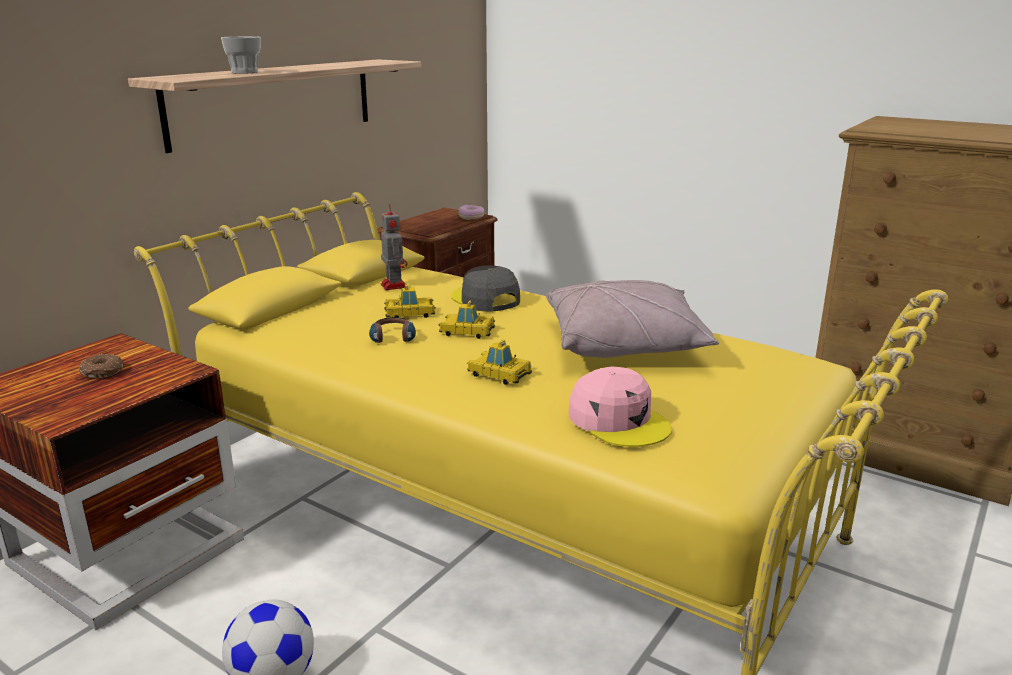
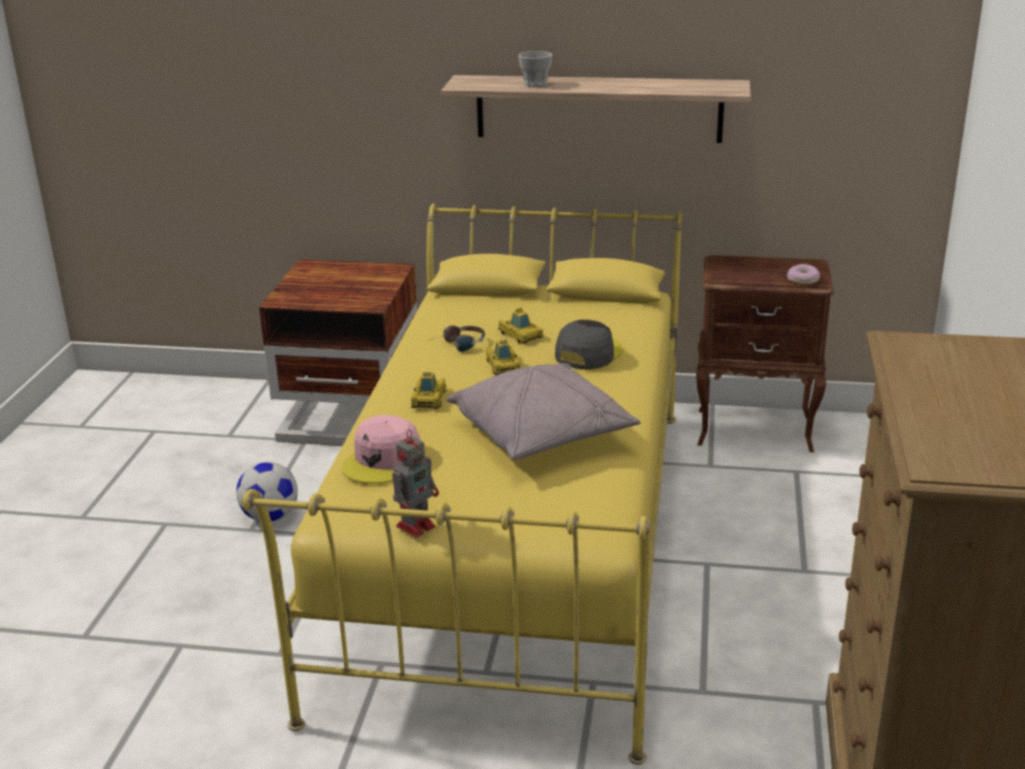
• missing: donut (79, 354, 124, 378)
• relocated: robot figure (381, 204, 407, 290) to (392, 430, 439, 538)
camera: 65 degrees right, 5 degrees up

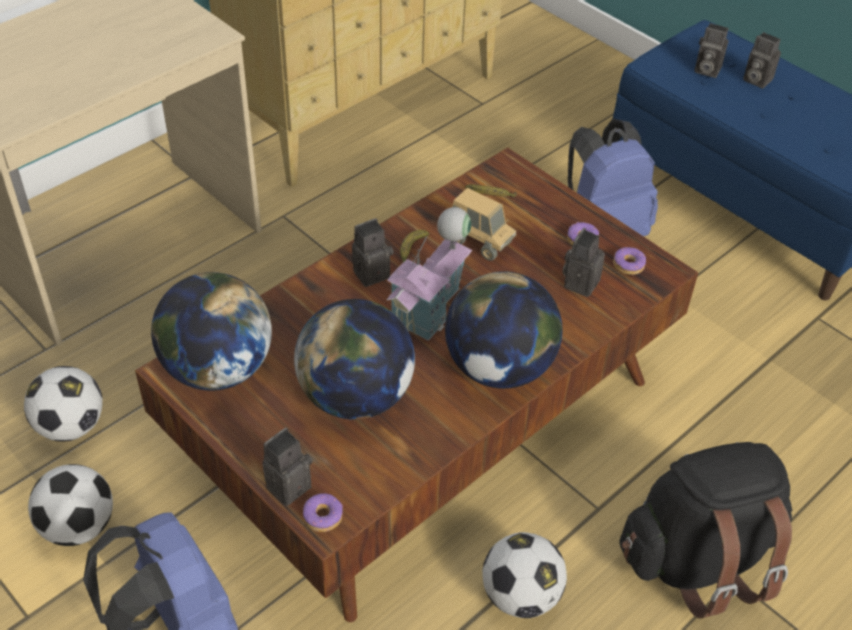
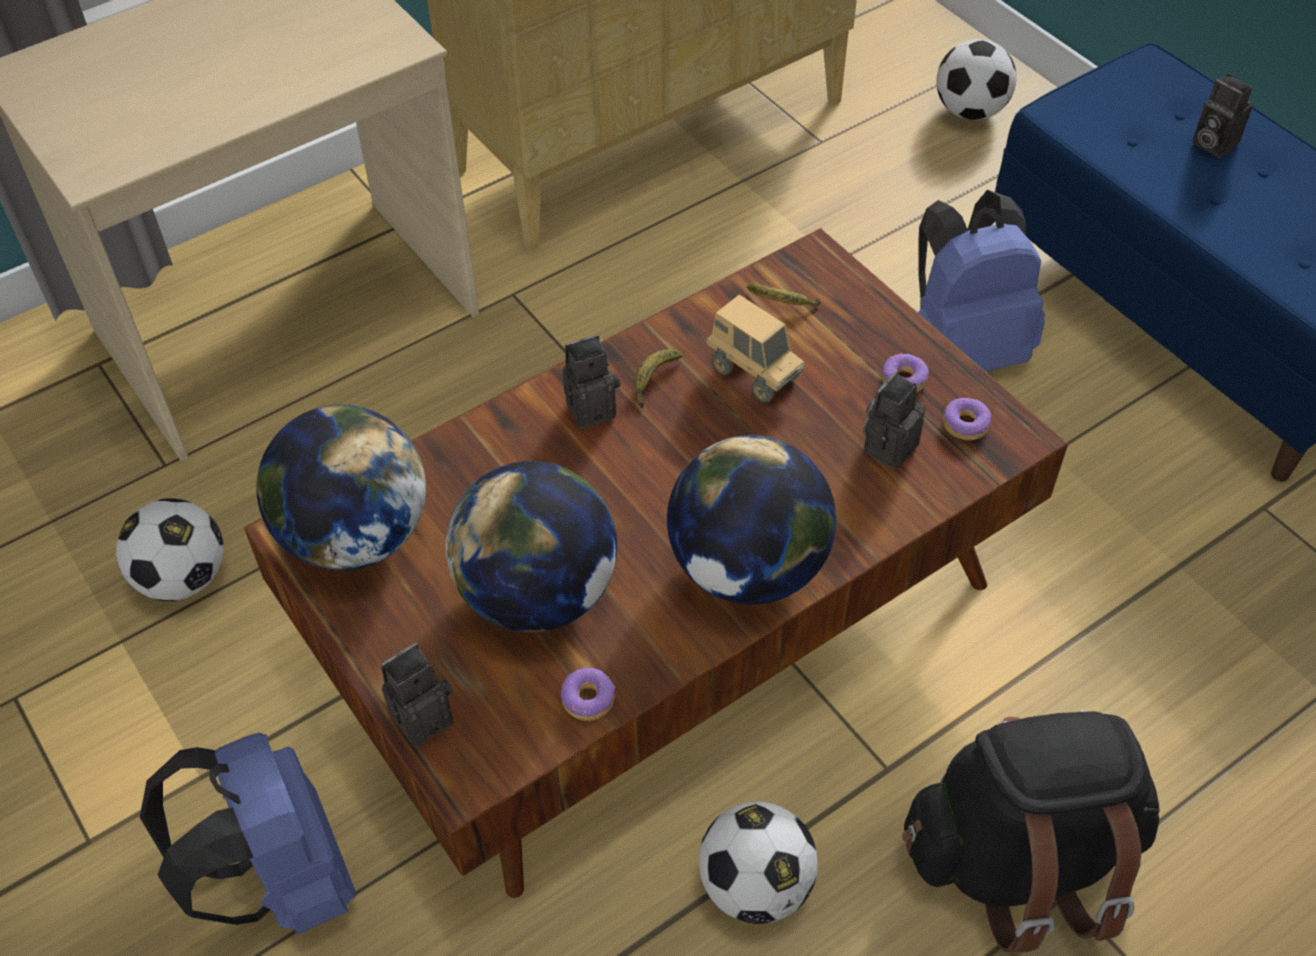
• missing: model house (387, 207, 472, 341)
• missing: photo camera (694, 23, 729, 78)
• relocated: football ball (28, 464, 113, 546) to (937, 39, 1017, 120)
• relocated: donut (303, 493, 343, 532) to (561, 668, 615, 721)
camera: 10 degrees right, 5 degrees up

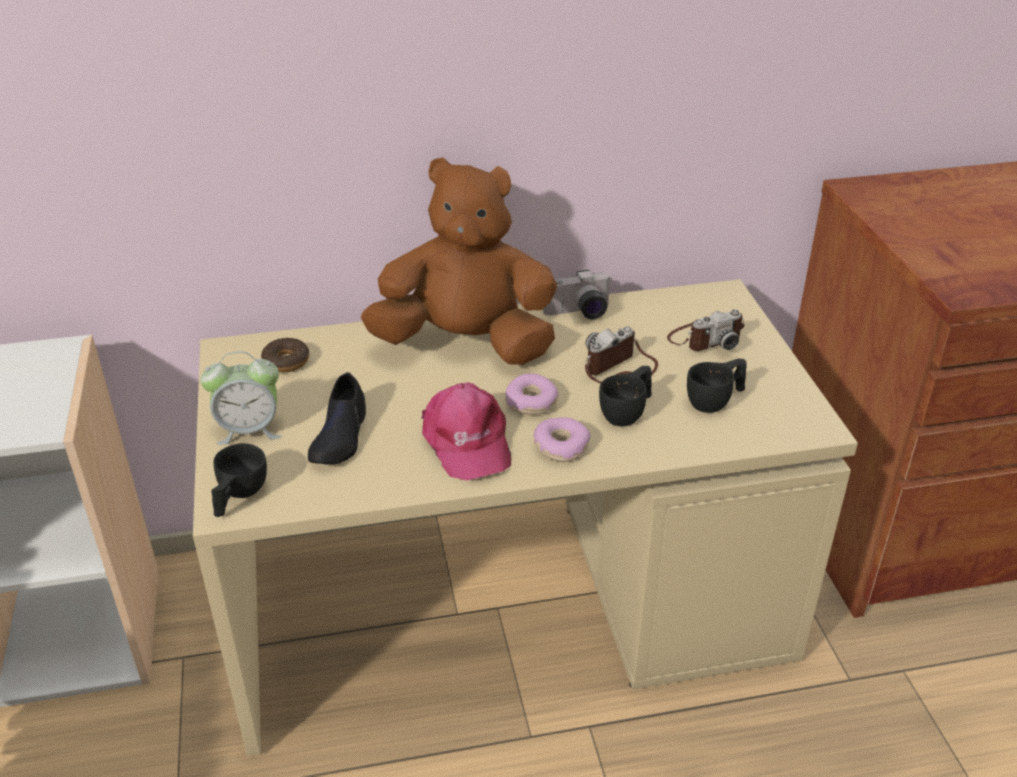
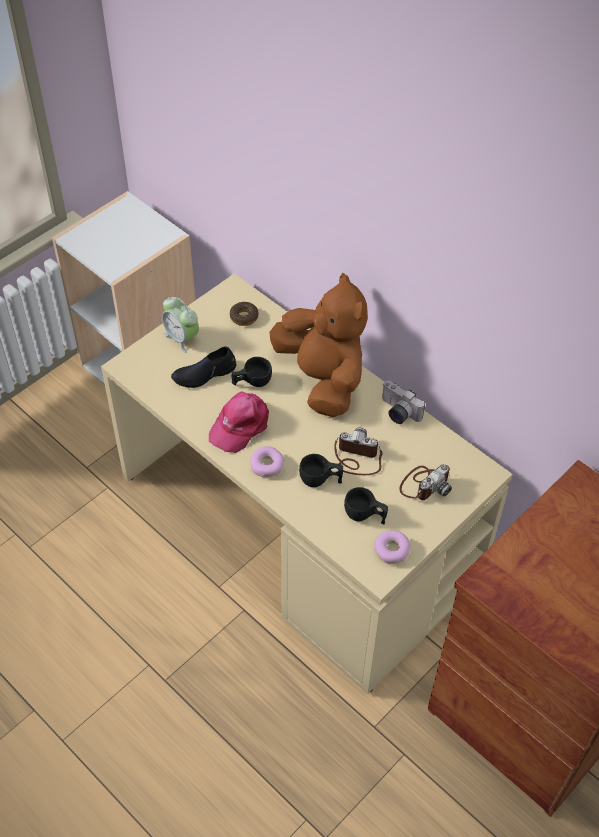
• relocated: black-coloured small cup (211, 443, 267, 517) to (232, 357, 272, 387)
• relocated: donut (505, 373, 559, 415) to (374, 531, 410, 564)
• spun: photo camera (667, 309, 745, 351) = (399, 464, 452, 500) 75 degrees counterclockwise
camera: 55 degrees right, 15 degrees up

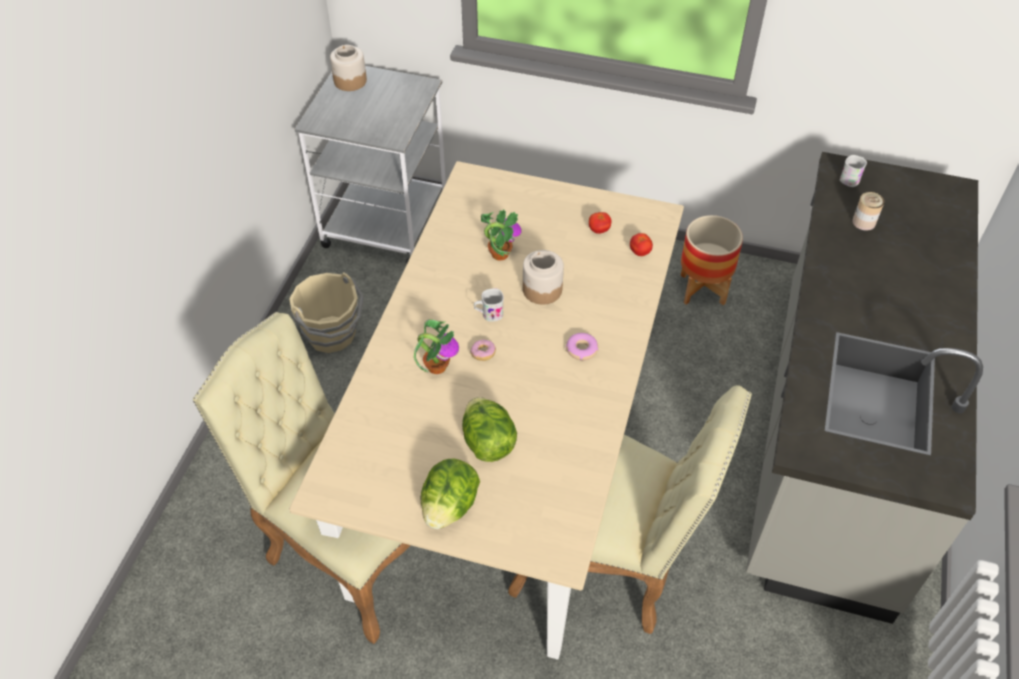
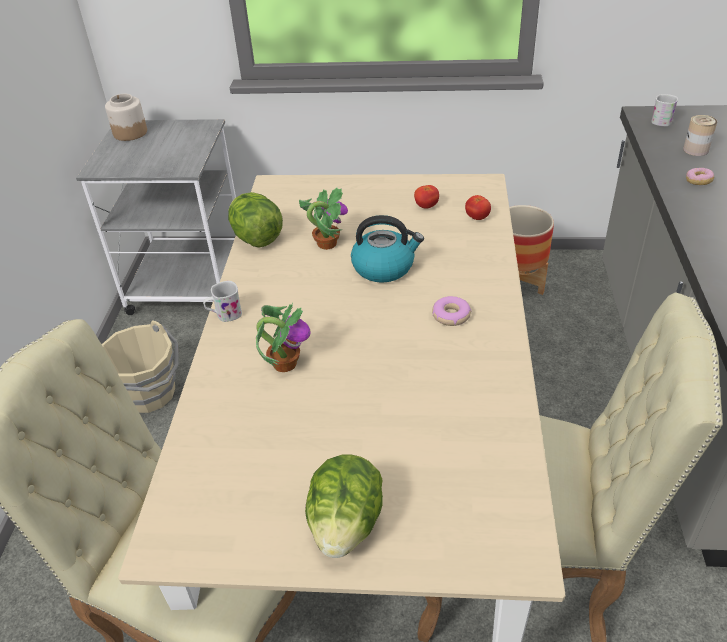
• relocated: head of lettuce (462, 397, 517, 462) to (228, 192, 283, 247)
• relocated: donut (471, 340, 496, 361) to (686, 168, 714, 185)
• relocated: white-coloured tea mug (474, 288, 504, 322) to (203, 281, 242, 322)
• exchanged: storage jar (523, 250, 564, 305) to tea kettle (351, 215, 424, 283)
camera: 10 degrees left, 10 degrees down

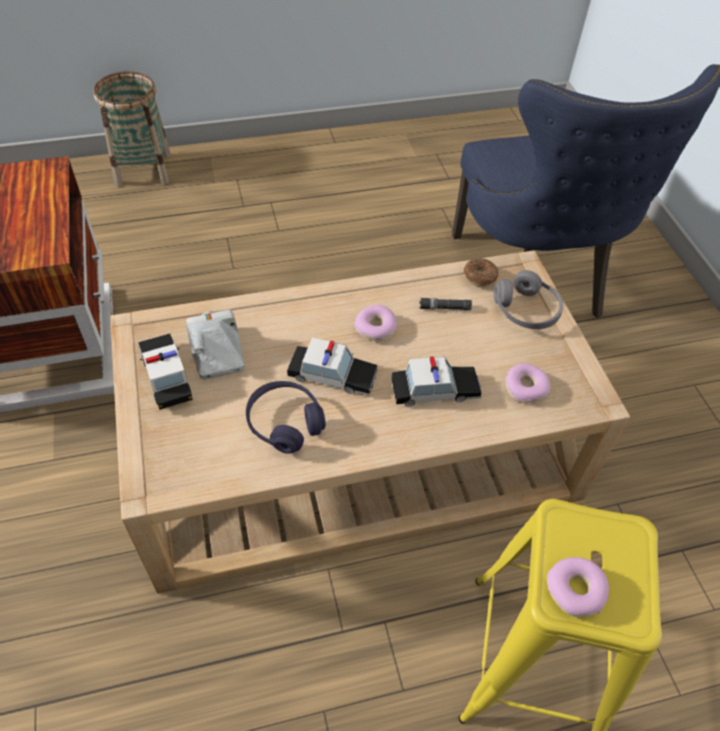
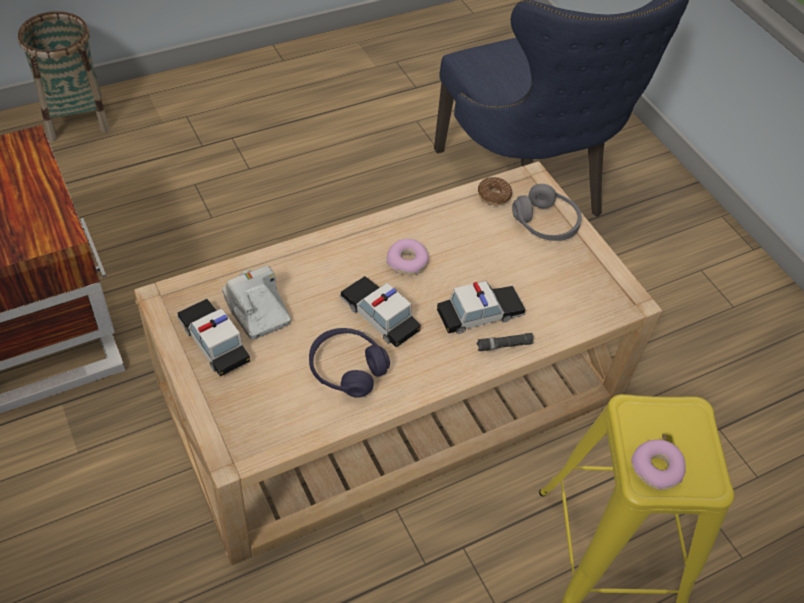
• missing: donut (505, 363, 550, 403)
• relocated: black-coloured hand torch (419, 298, 472, 310) to (477, 333, 534, 351)
• spun: toy car (287, 338, 378, 396) = (340, 276, 421, 347) 135 degrees counterclockwise
camera: 15 degrees left, 0 degrees up

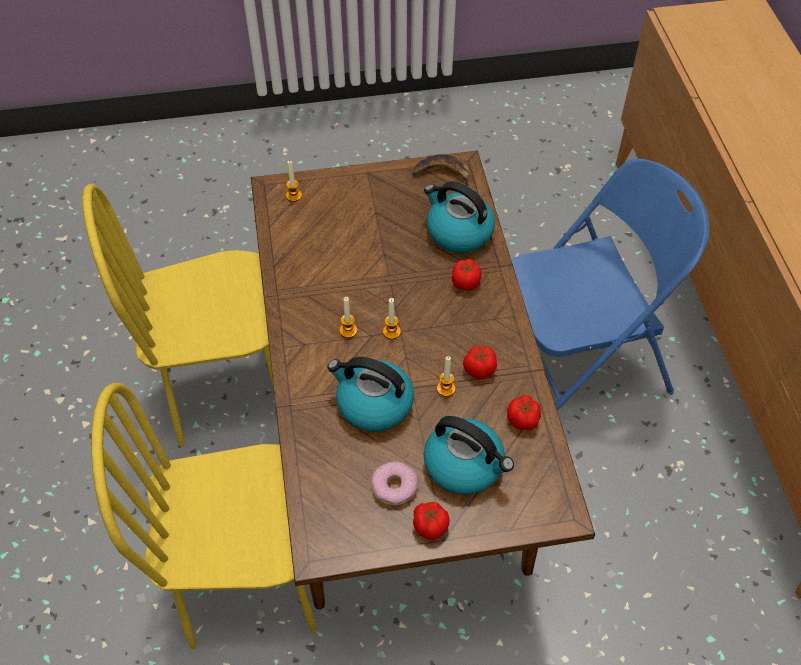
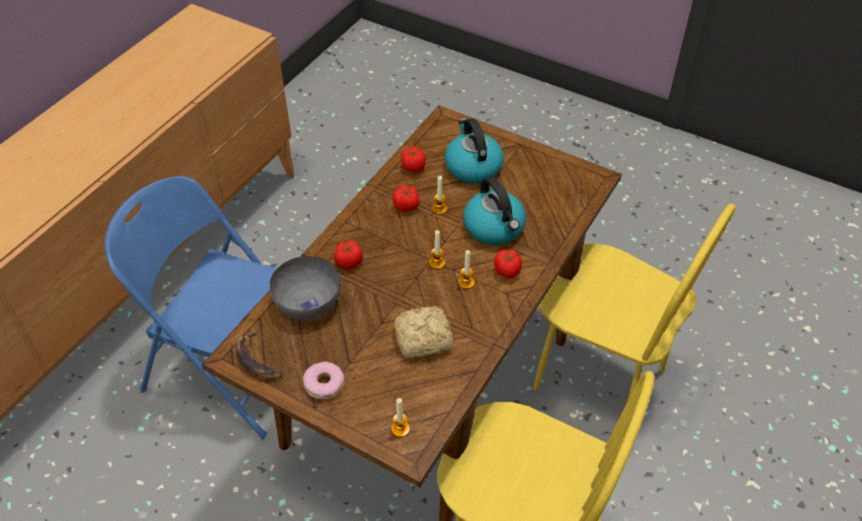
• appeared: baked bread (394, 306, 453, 358)
• relocated: donut (372, 461, 418, 506) to (303, 361, 345, 400)
• relocated: tomato (413, 502, 449, 540) to (494, 249, 522, 279)
• exchanged: tea kettle (424, 181, 495, 253) to gray serving bowl (269, 256, 340, 320)
camera: 140 degrees left, 5 degrees down

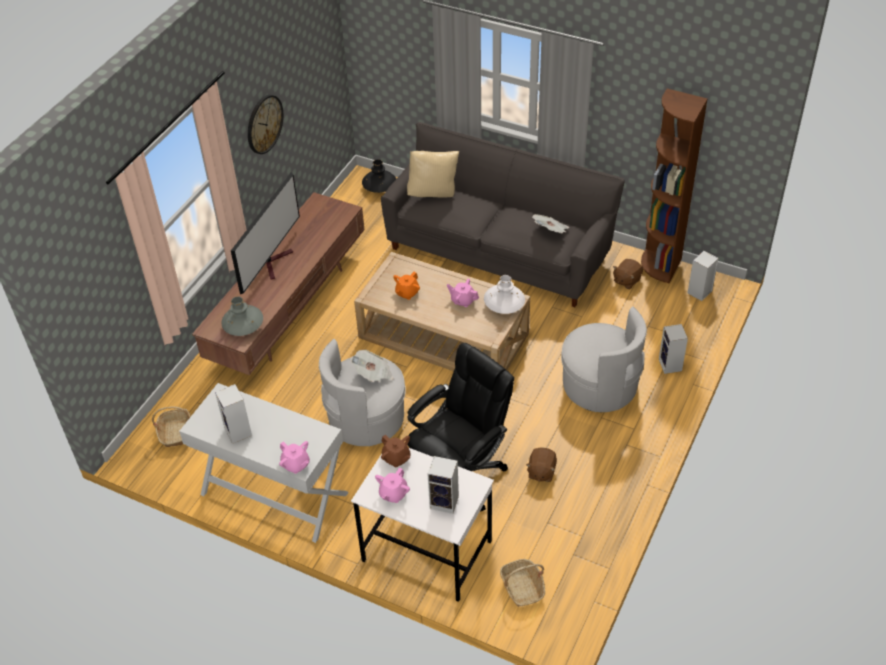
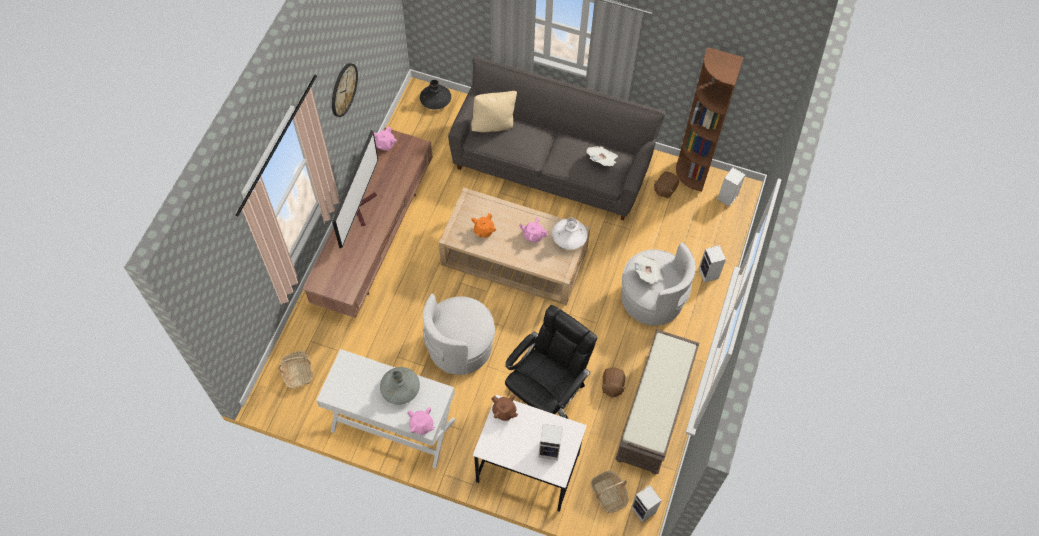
• appeared: brown-coloured bench (615, 329, 699, 474)
• relocated: speaker (215, 384, 252, 444) to (631, 485, 662, 523)
• relocated: gray vase (221, 296, 263, 336) to (380, 367, 420, 405)
• relocated: newspaper (351, 350, 393, 382) to (633, 254, 666, 284)
• relocated: pinkish pot for tea (375, 468, 410, 503) to (374, 126, 397, 151)
camera: 10 degrees left, 15 degrees up

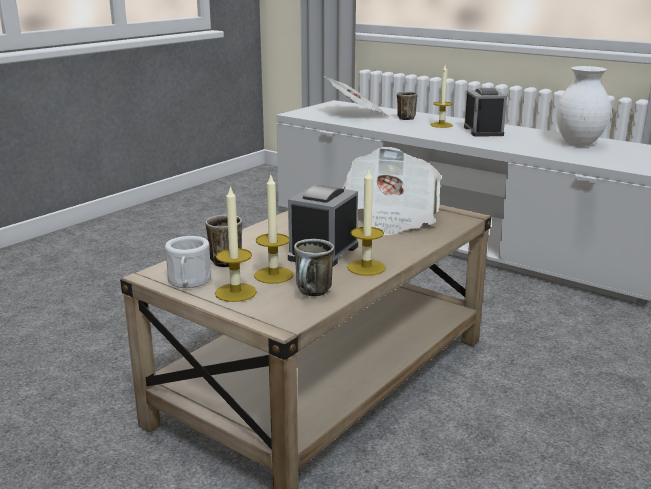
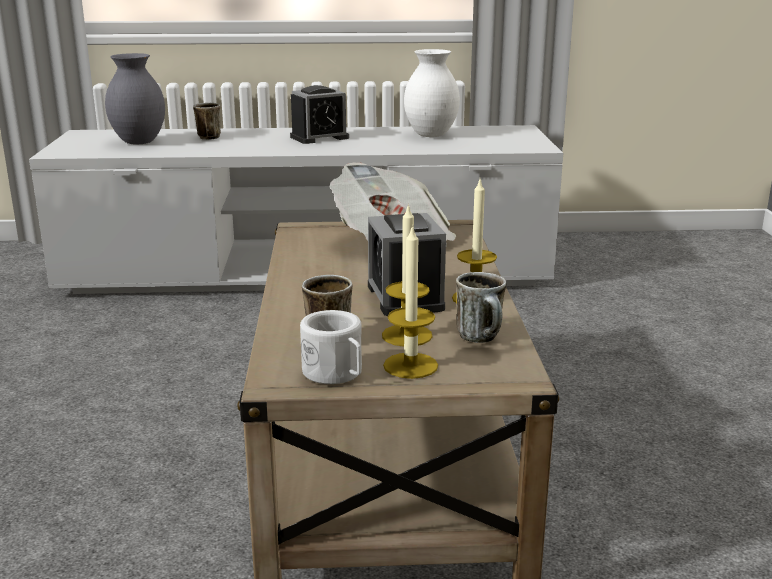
• missing: wax candle (430, 65, 453, 128)
• exchanged: newspaper (323, 76, 389, 116) to gray vase (105, 53, 165, 144)
• spun: table clock (464, 88, 507, 137) = (290, 85, 349, 144) 105 degrees clockwise
camera: 40 degrees left, 0 degrees up

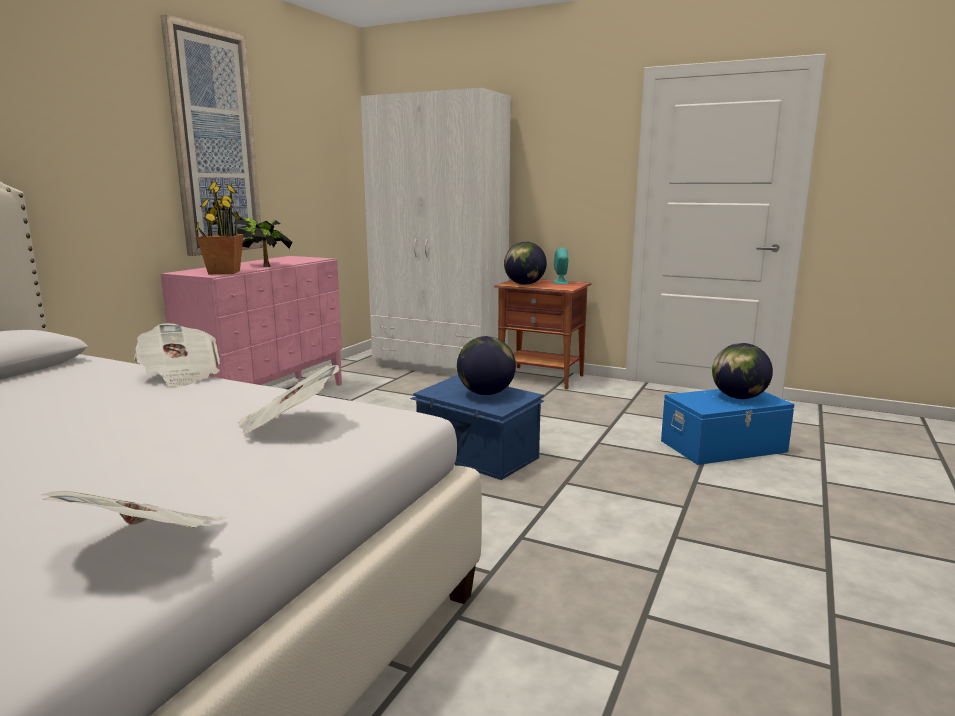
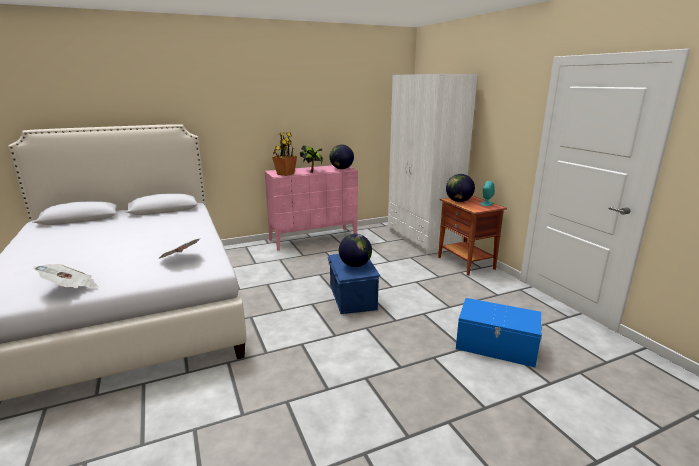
• missing: newspaper (134, 323, 220, 387)
• missing: wall picture (160, 14, 263, 256)
• relocated: desk globe (712, 343, 773, 399) to (330, 144, 354, 169)
camera: 40 degrees right, 5 degrees up

